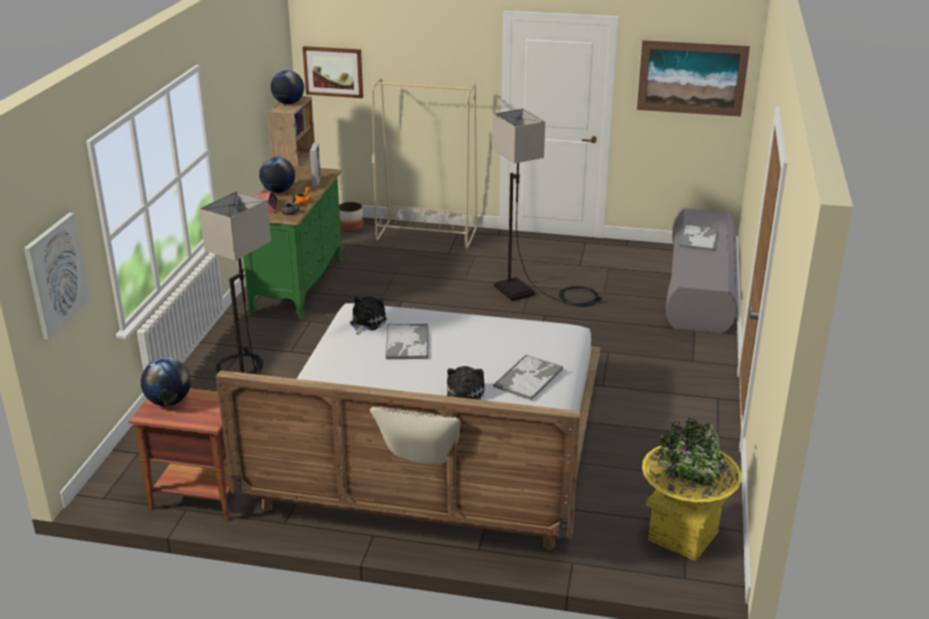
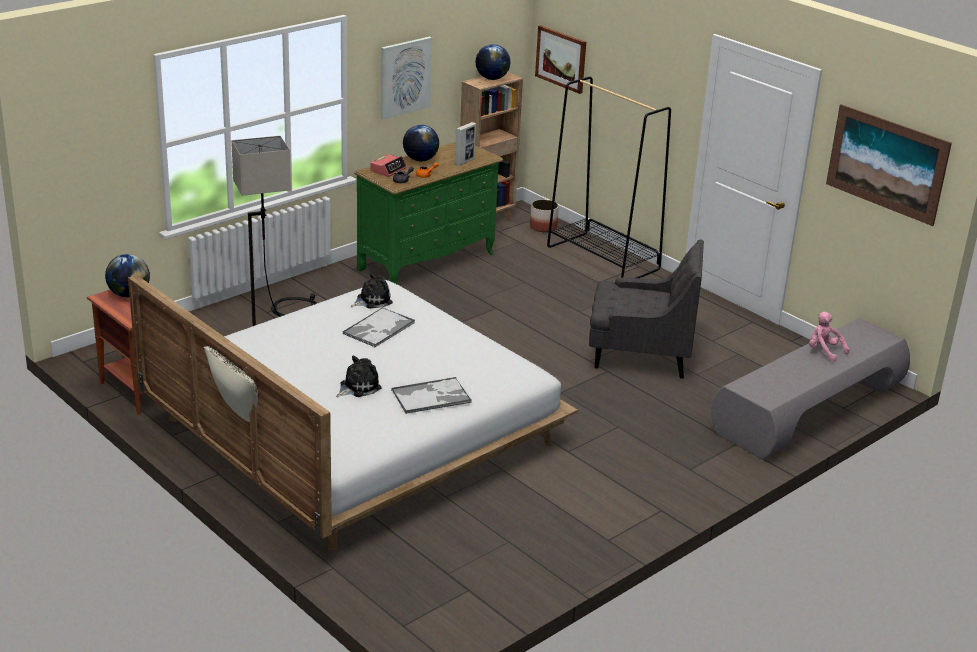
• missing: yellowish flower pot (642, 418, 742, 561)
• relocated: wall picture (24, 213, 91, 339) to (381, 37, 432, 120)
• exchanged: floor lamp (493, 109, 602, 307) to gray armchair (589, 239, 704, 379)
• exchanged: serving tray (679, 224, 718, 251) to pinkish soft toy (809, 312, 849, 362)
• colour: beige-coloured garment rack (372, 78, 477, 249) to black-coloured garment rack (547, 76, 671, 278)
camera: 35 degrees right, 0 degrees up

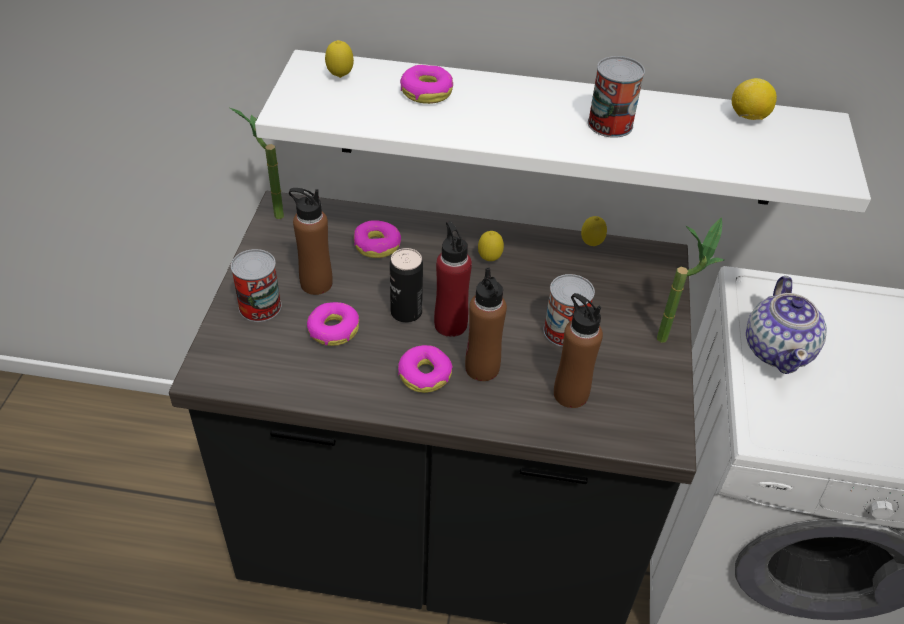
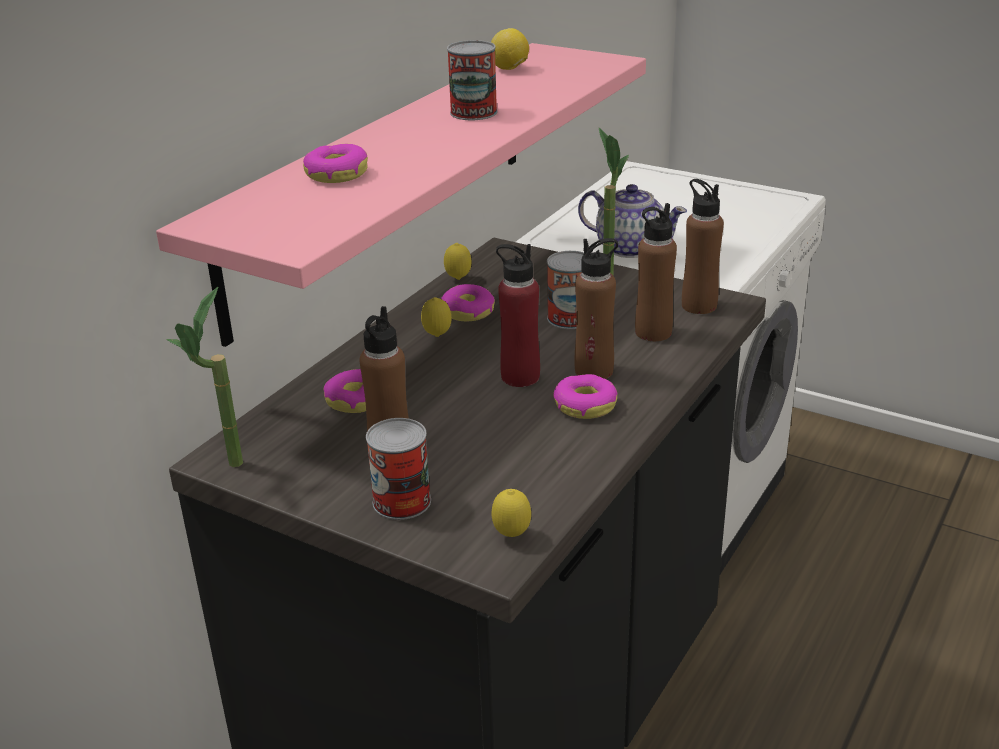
• missing: metal can (390, 248, 423, 323)
• appeared: brown-coloured beverage bottle (682, 179, 724, 314)
• relocated: donut (307, 302, 359, 346) to (441, 284, 495, 321)
• relocated: lemon (325, 40, 354, 78) to (491, 489, 531, 537)
• colour: white-coloured bracket shelf (255, 50, 871, 213) to pinkish bracket shelf (156, 43, 646, 347)
camera: 65 degrees left, 15 degrees down

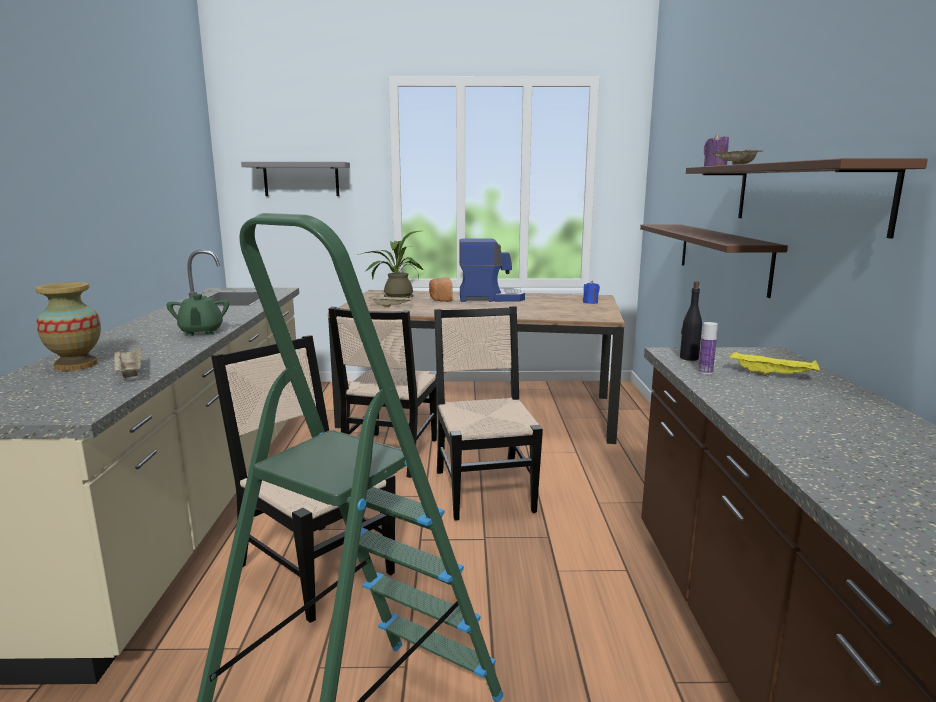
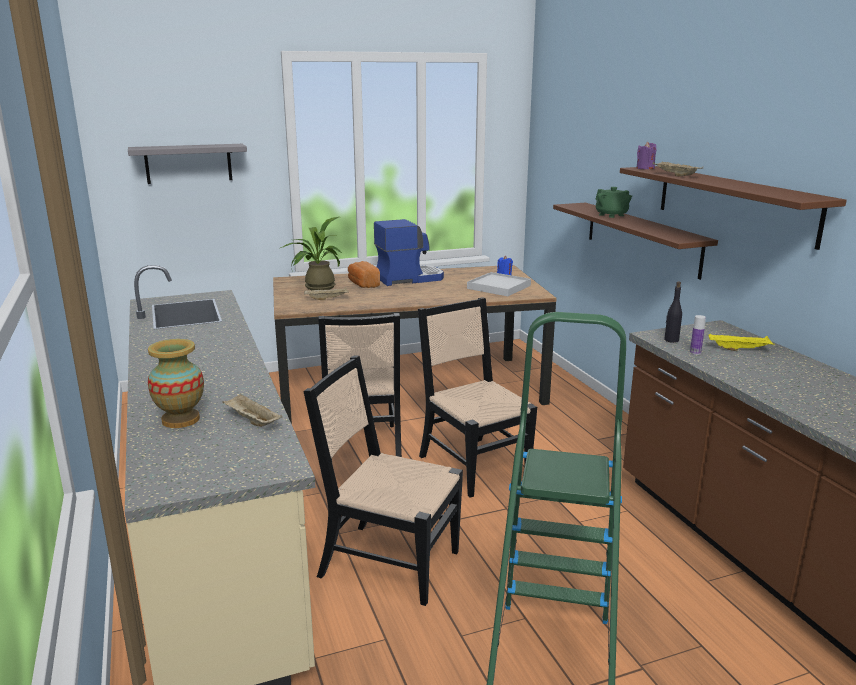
• appeared: white-coloured serving tray (467, 272, 531, 296)
• relocated: green-coloured pot for tea (166, 294, 229, 336) to (596, 187, 632, 218)
camera: 20 degrees left, 5 degrees up

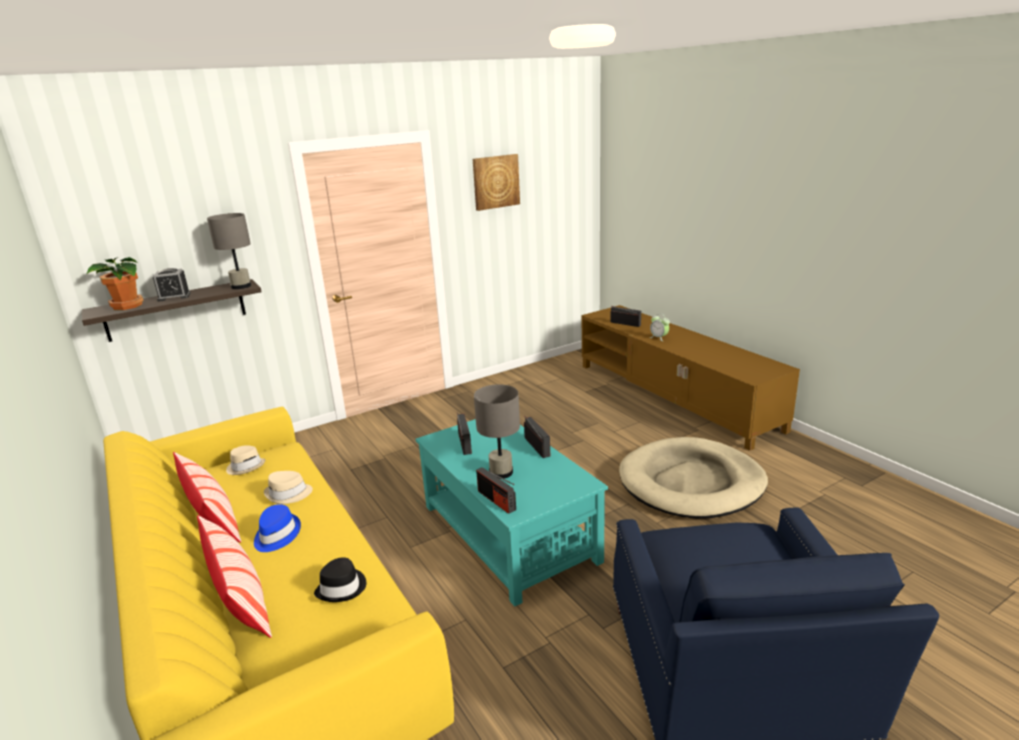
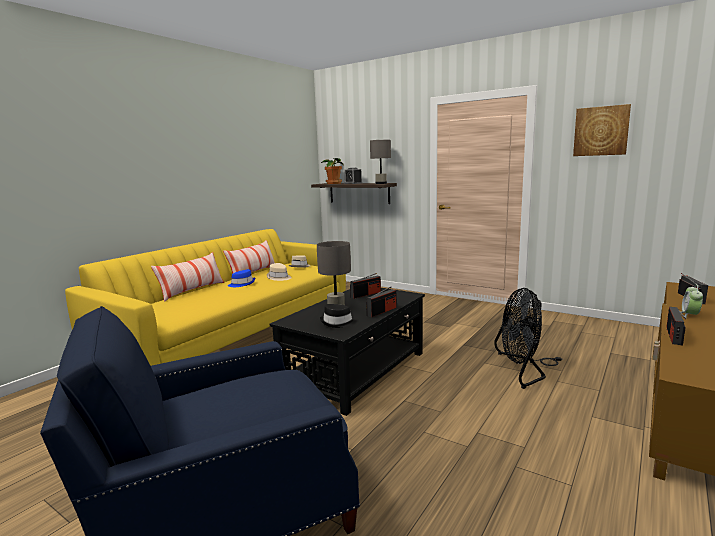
• missing: beige-coloured dog bed (619, 437, 768, 519)
• appeared: black-coloured electric fan (494, 288, 562, 389)
• relocated: black-coloured clothing hat (314, 557, 366, 602) to (320, 304, 357, 328)
• relocated: radio receiver (476, 467, 516, 514) to (666, 307, 686, 345)
• colour: turquoise low table (416, 419, 608, 606) to black-coloured low table (270, 288, 425, 416)
camera: 65 degrees right, 10 degrees down

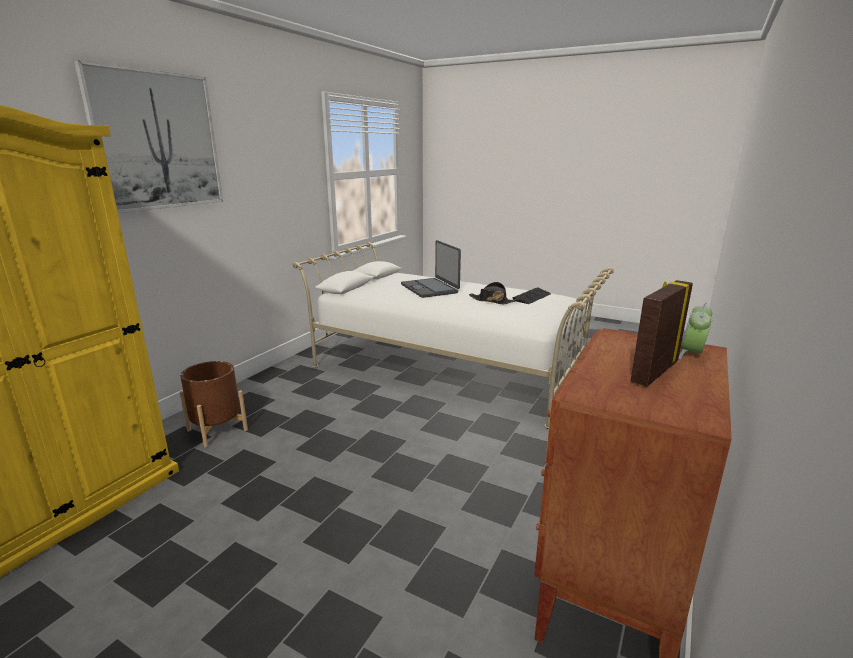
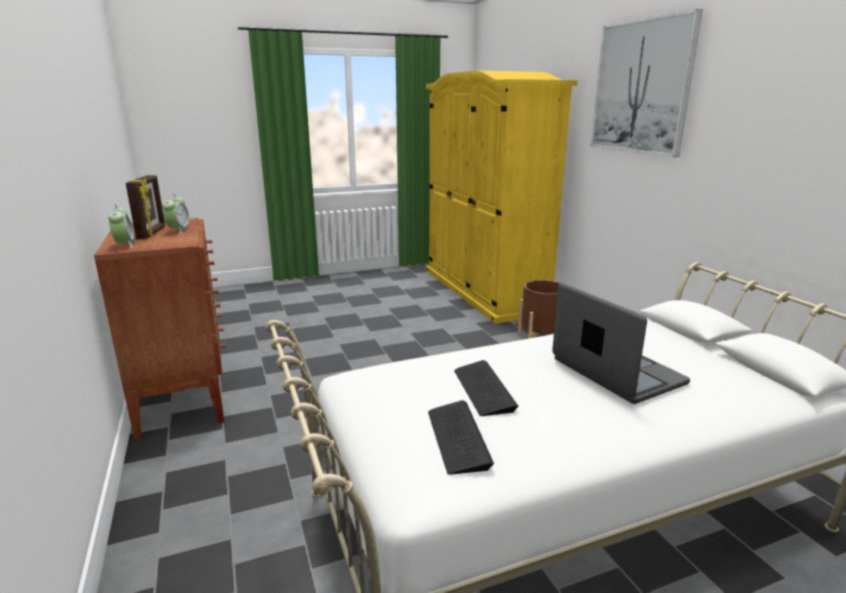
• appeared: table clock (162, 194, 191, 234)
• exchanged: black-coloured clothing hat (469, 282, 519, 304) to PC keyboard (454, 360, 518, 416)
• spun: portable computer (401, 240, 461, 298) = (552, 283, 690, 404) 45 degrees clockwise
camera: 130 degrees right, 0 degrees up

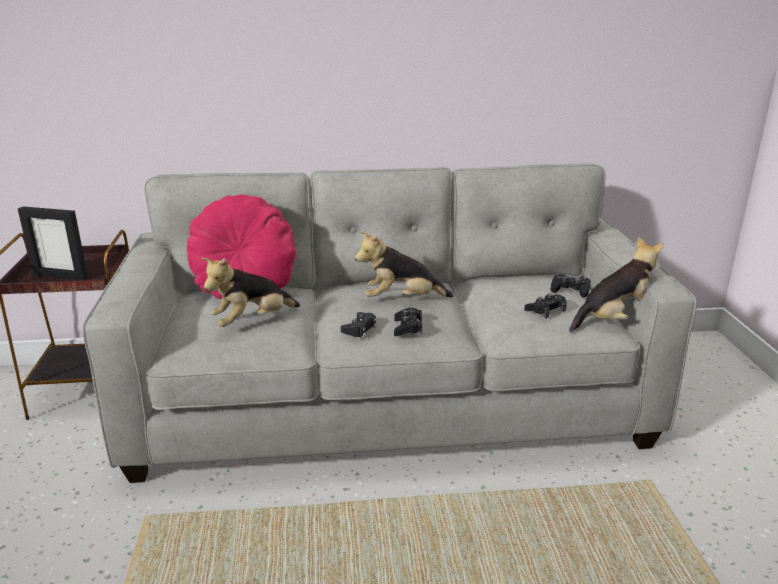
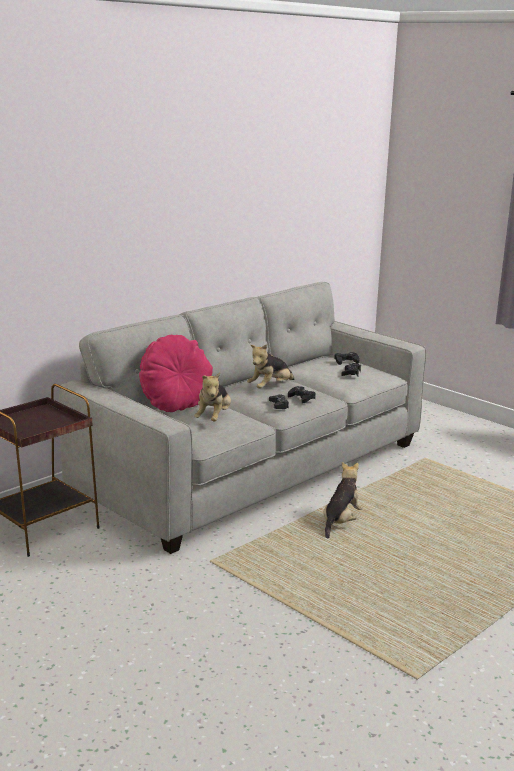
• missing: standing frame (18, 206, 88, 280)
• relocated: soft toy (569, 237, 664, 332) to (323, 462, 363, 538)
camera: 40 degrees left, 5 degrees down

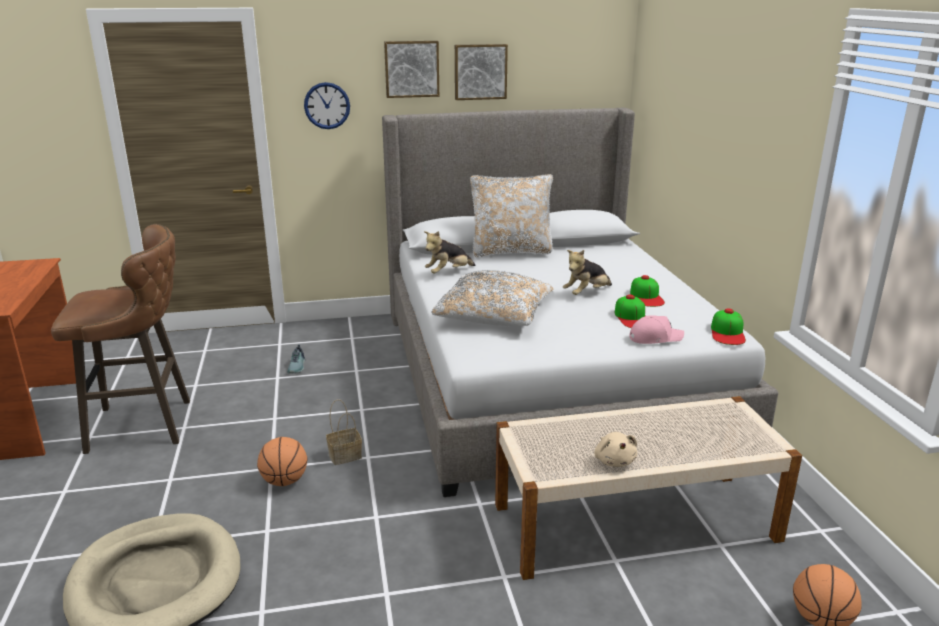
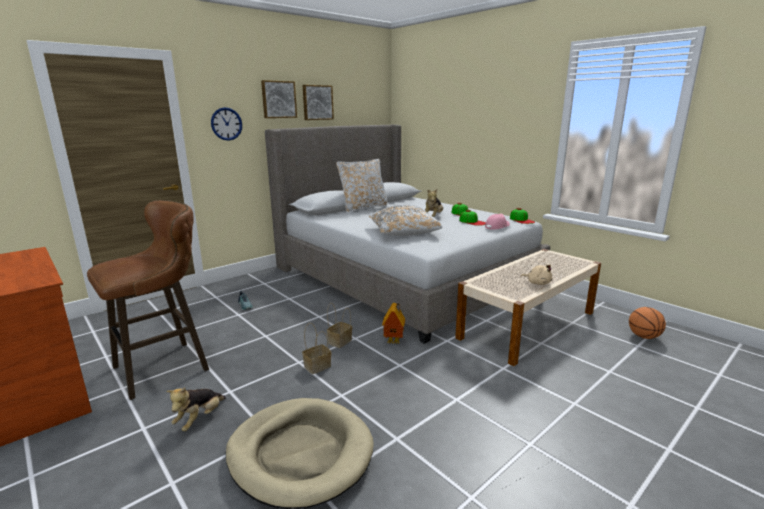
• appeared: model house (382, 303, 405, 344)
• relocated: soft toy (424, 231, 476, 274) to (166, 387, 226, 431)
• exchanged: ball for basketball (257, 437, 307, 486) to basket (302, 323, 331, 374)
camera: 30 degrees left, 5 degrees down

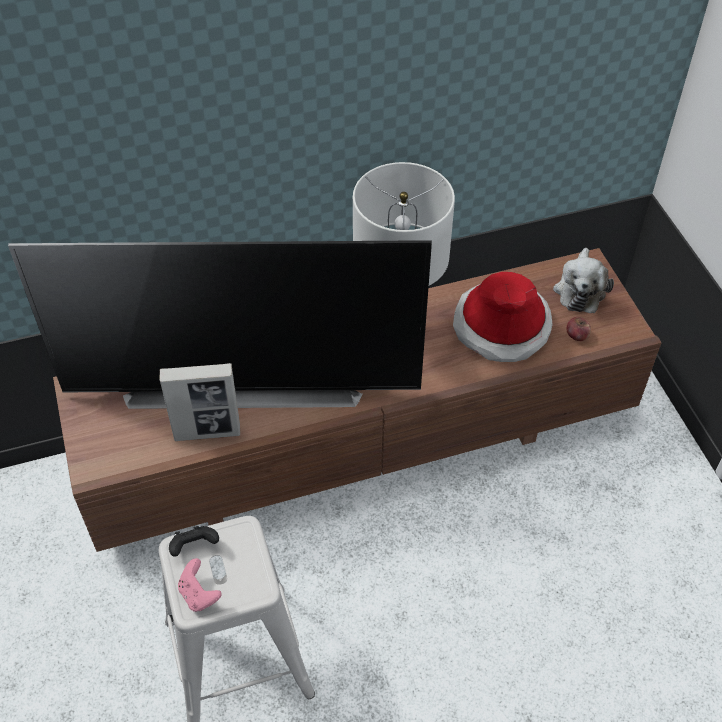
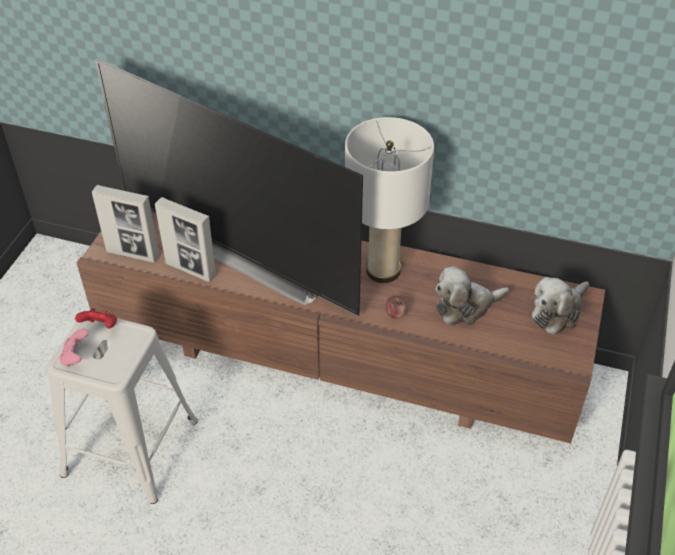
• appeared: standing frame (92, 185, 159, 263)
• relocated: whole apple (567, 317, 591, 341) to (386, 296, 407, 319)
• exchanged: clothing hat (453, 272, 553, 362) to soft toy (435, 266, 509, 325)
• colour: black-coloured joypad (169, 526, 219, 557) to reddish joypad (75, 308, 117, 329)
camera: 35 degrees right, 5 degrees down

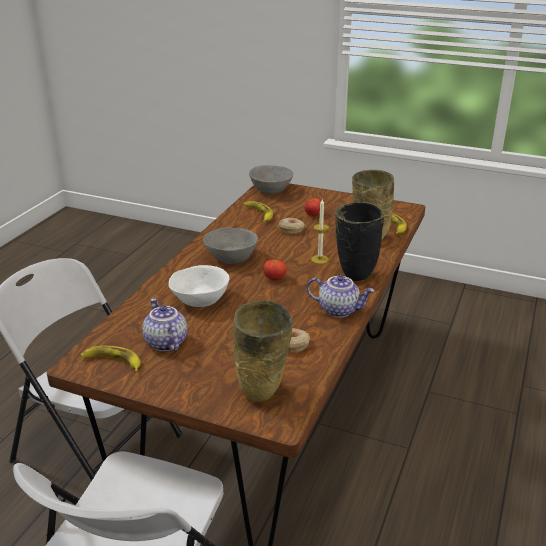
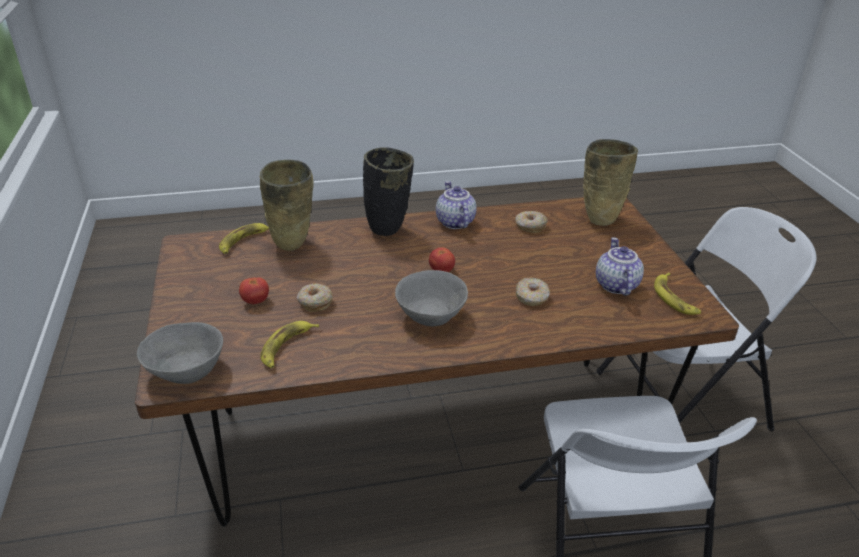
• missing: wax candle (311, 199, 329, 264)
• exchanged: white-coloured serving bowl (169, 265, 229, 307) to donut (516, 278, 550, 306)
• spun: pot for tea (142, 298, 187, 351) = (596, 237, 644, 296) 150 degrees clockwise
camera: 125 degrees left, 5 degrees up

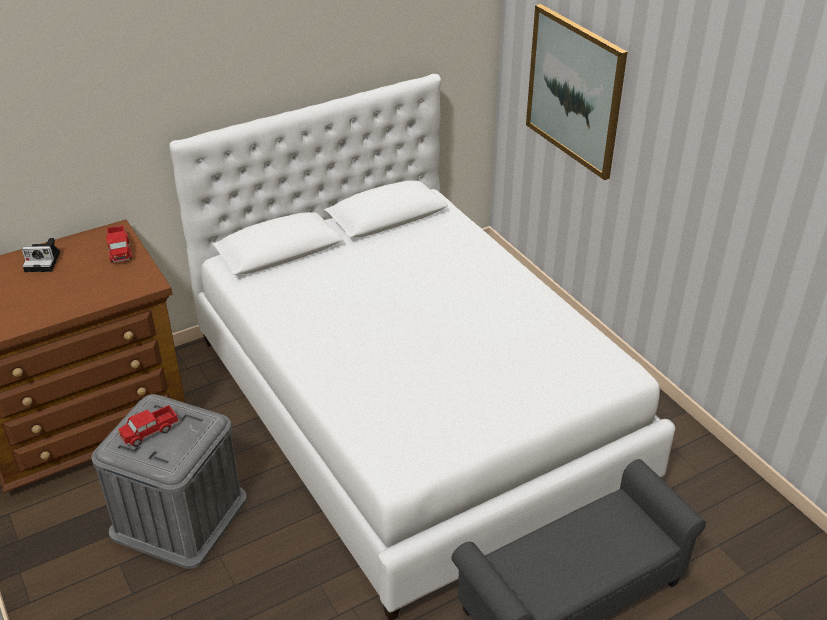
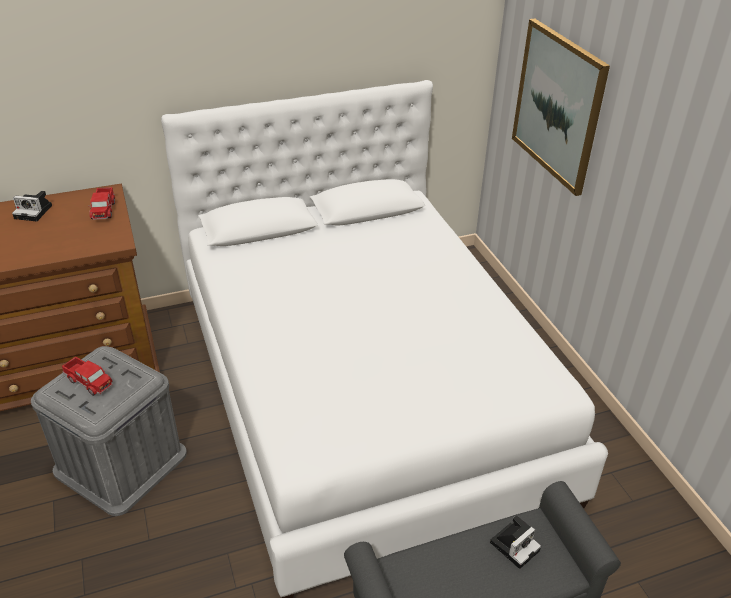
• appeared: photo camera (490, 515, 541, 569)
• spun: model truck (118, 405, 179, 447) = (62, 357, 113, 396) 120 degrees counterclockwise
camera: 10 degrees right, 0 degrees up

